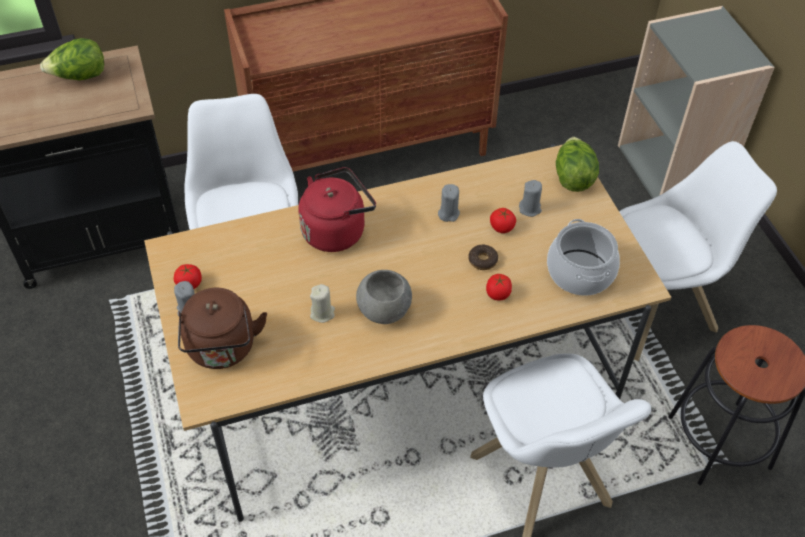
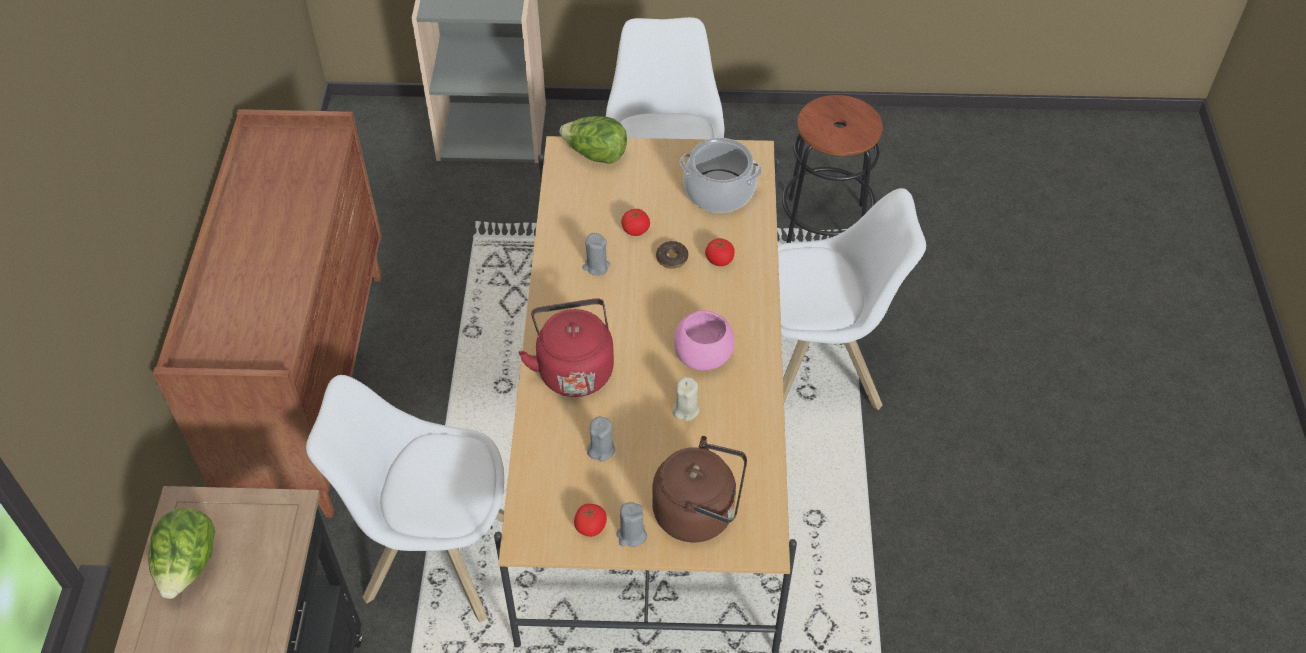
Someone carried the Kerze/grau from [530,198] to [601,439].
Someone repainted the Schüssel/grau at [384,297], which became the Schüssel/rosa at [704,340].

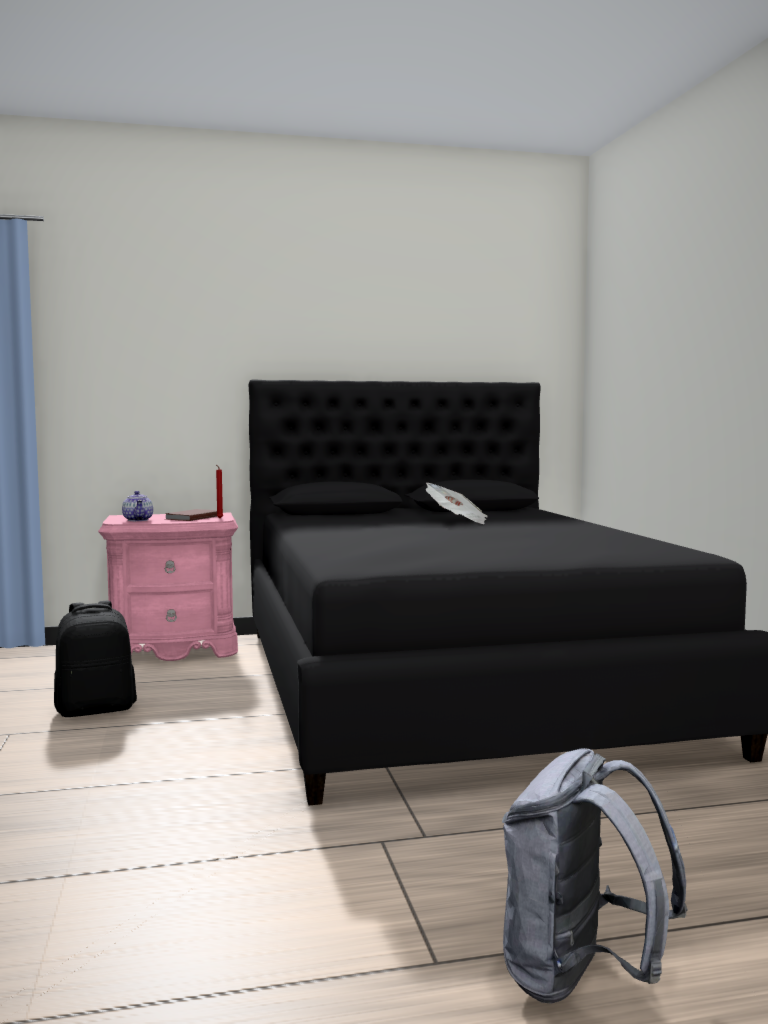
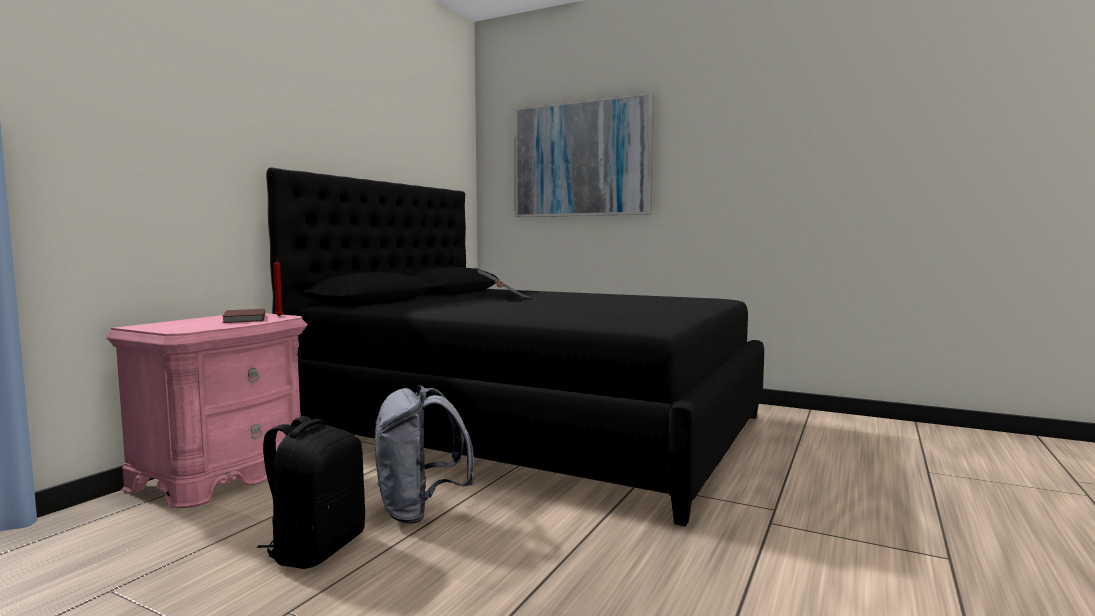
Someone carried the Rucksack/grau from [595,876] to [425,454].
Someone put up the Bild at [584,154].
Someone took away the Teekanne at [137,506].

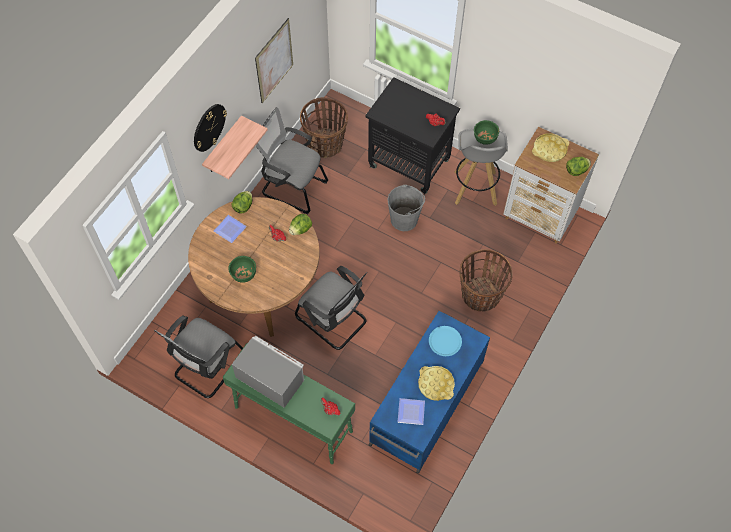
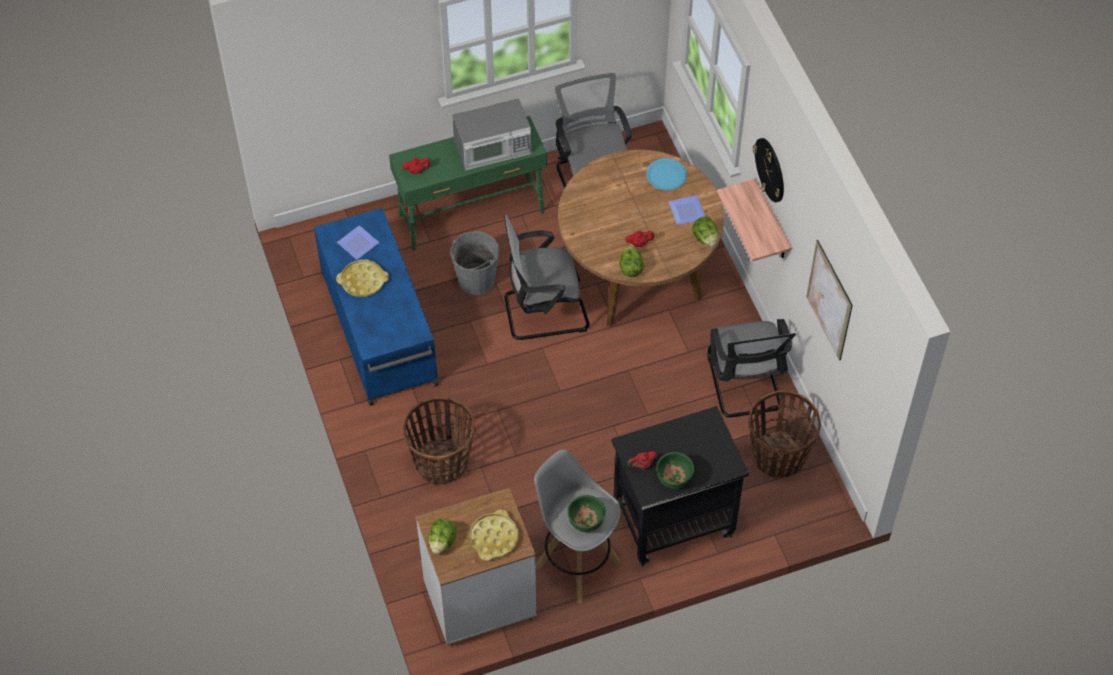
Someone carried the Eimer/grau from [406,208] to [475,263].
Someone carried the Teller/blau from [445,341] to [666,174].
Someone carried the Schüssel/grün from [242,269] to [675,470].
Someone rotated the Stuhl at [292,161] by 105 degrees clockwise.

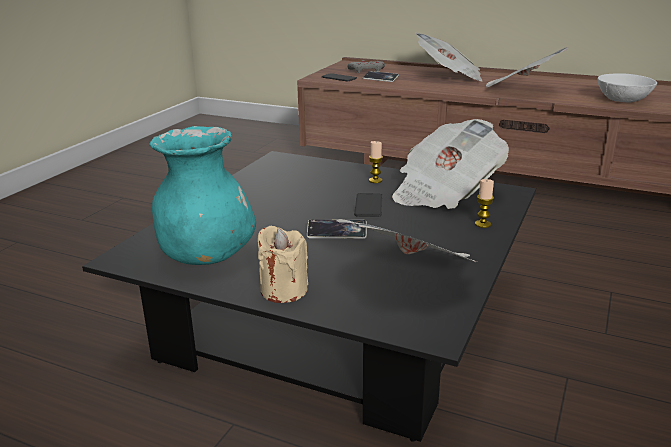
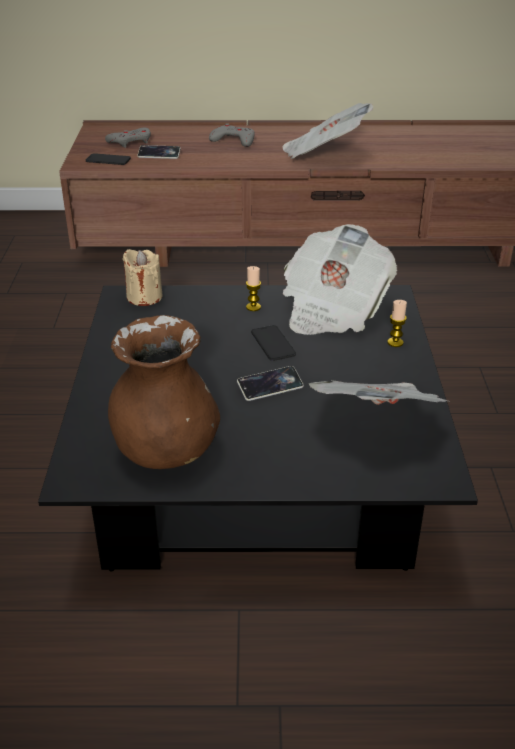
Someone repainted the Vase/türkis at [202,195], which became the Vase/braun at [164,392].
Someone carried the Kerze/beige from [283,264] to [142,277].
Someone swapped the Zeitung at [449,57] for the Gamepad/grau at [232,135].
Someone took away the Schüssel/weiß at [627,87].

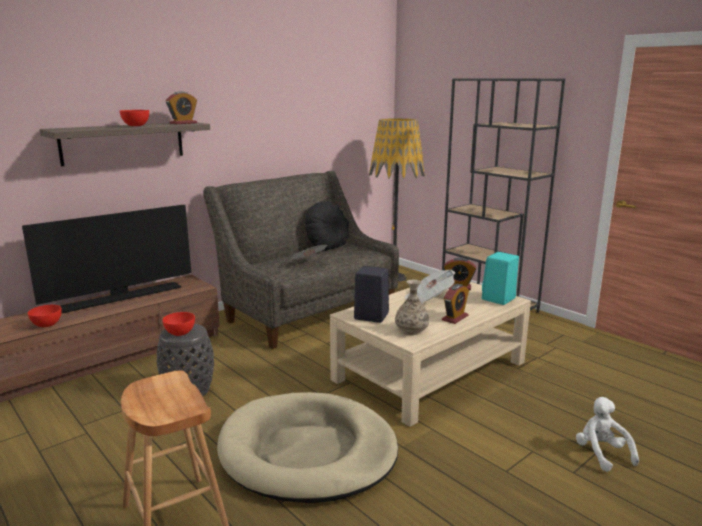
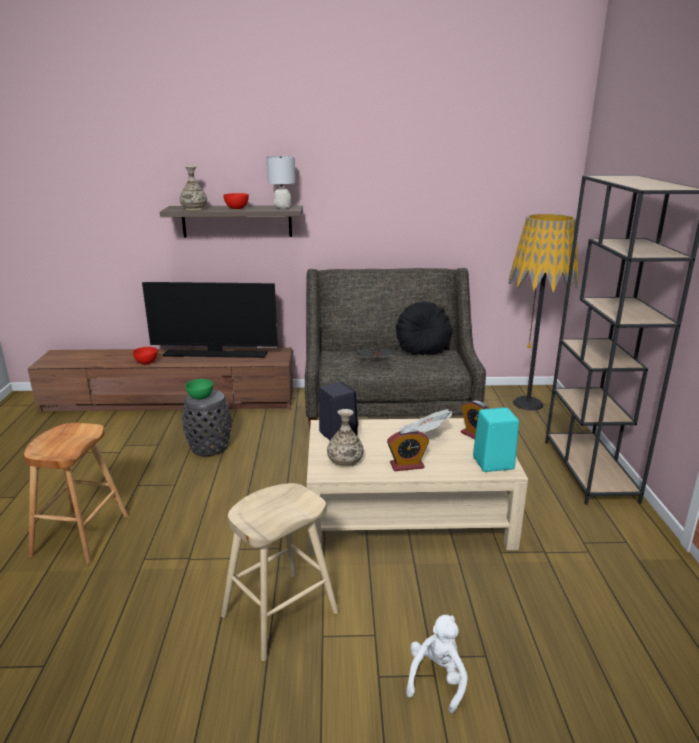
Someone put down the Vase at [193,188].
Someone repainted the Schüssel/rot at [178,324], which became the Schüssel/grün at [199,389].
Someone put down the Hocker/beige at [280,572].
Someone swapped the Wecker at [181,107] for the Tischlampe/grau at [281,182].
Someone took away the Hundebett/beige at [307,447].

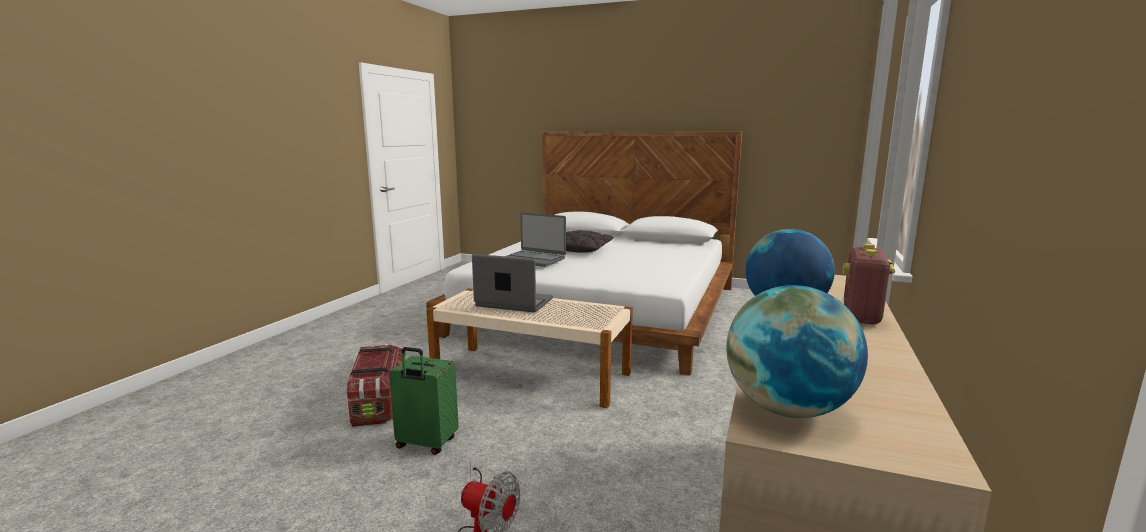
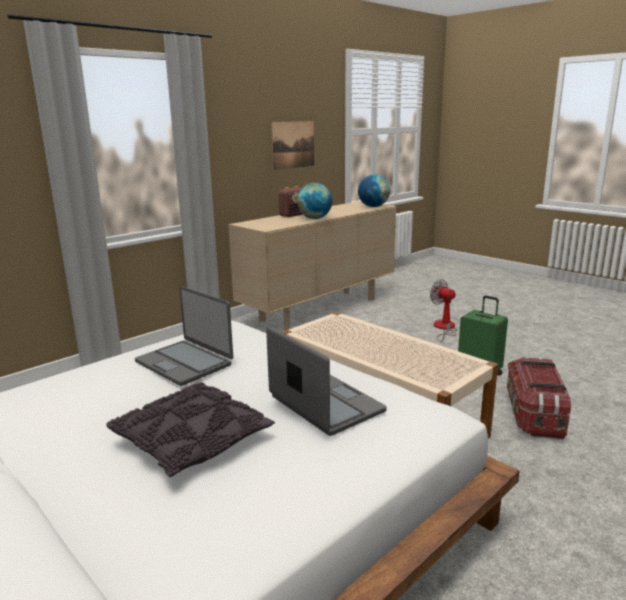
Someone carried the Laptop from [512,283] to [184,336].
Someone put up the Bild at [292,145].

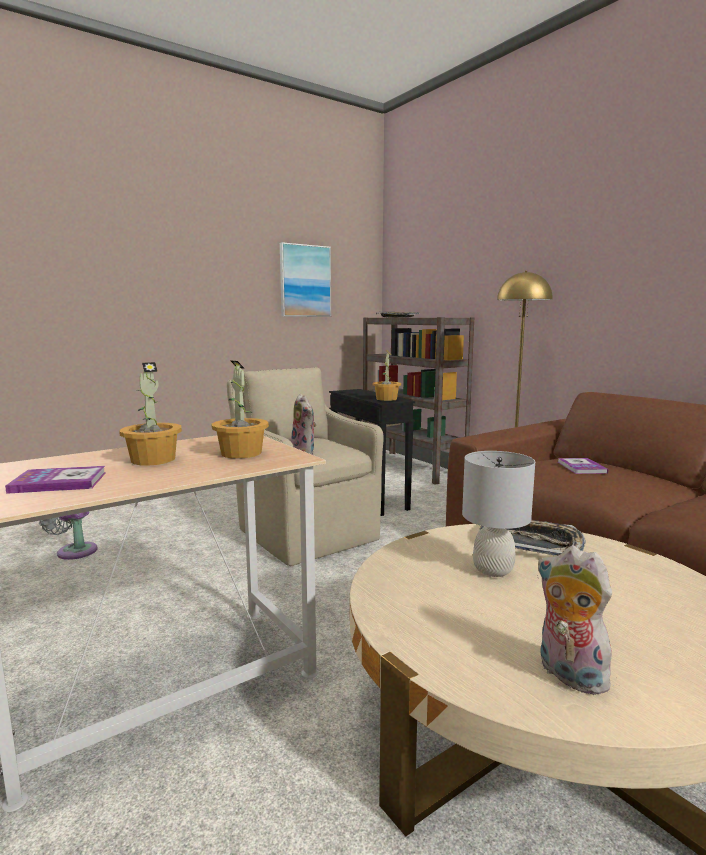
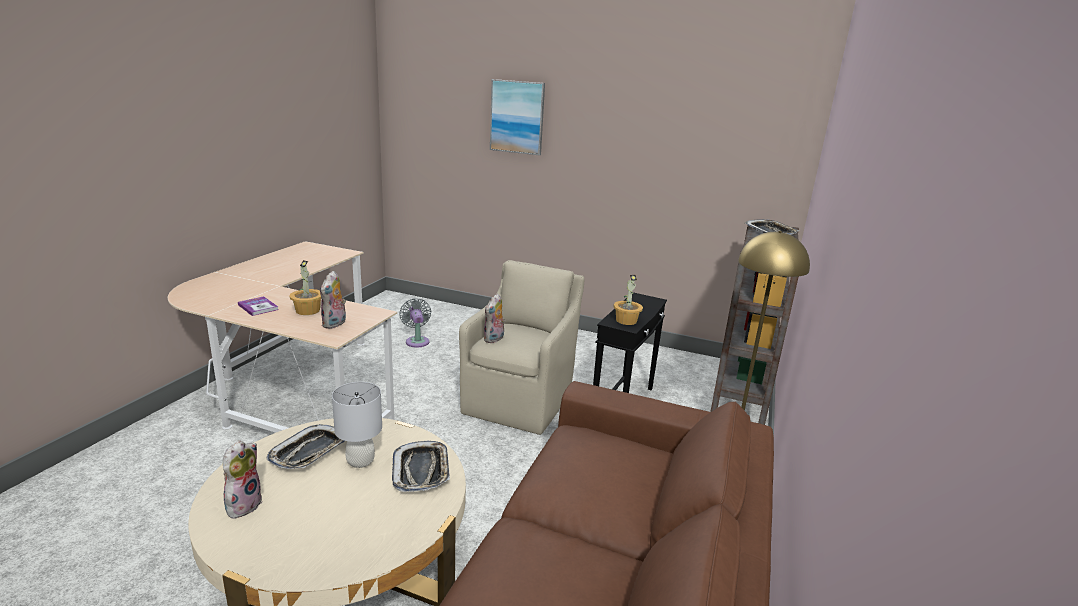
Someone put down the Tablett at [305,446].
Someone swapped the Topfpflanze at [240,409] for the Plüschtier at [333,300].
Someone carried the Bild from [305,279] to [517,117].
Someone took away the Buch at [583,466].

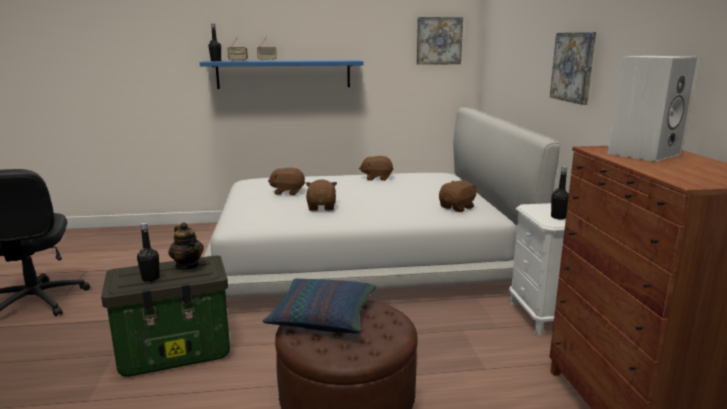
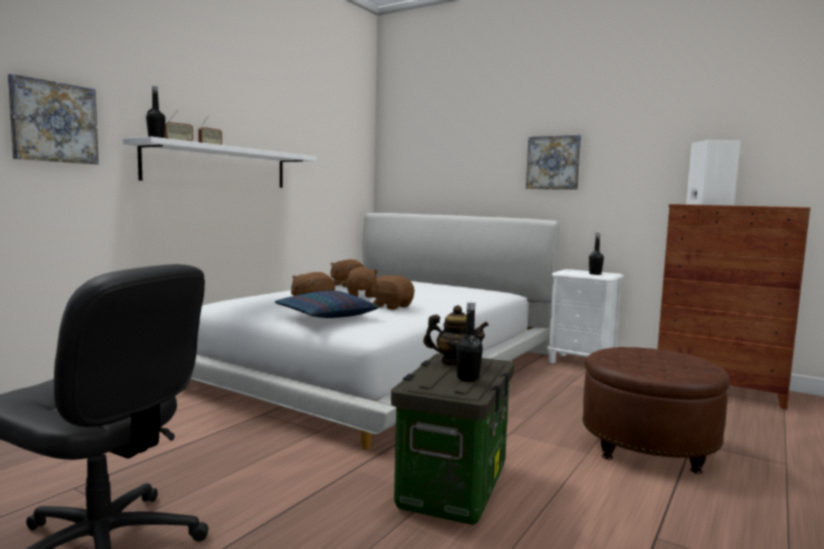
Someone carried the Bild from [439,41] to [53,119].
Someone repainted the Wandregal/blau at [281,74], which became the Wandregal/weiß at [220,162].
Someone carried the Kissen/blau from [319,306] to [327,304].
Someone carried the Plüschtier/braun from [458,196] to [362,282].

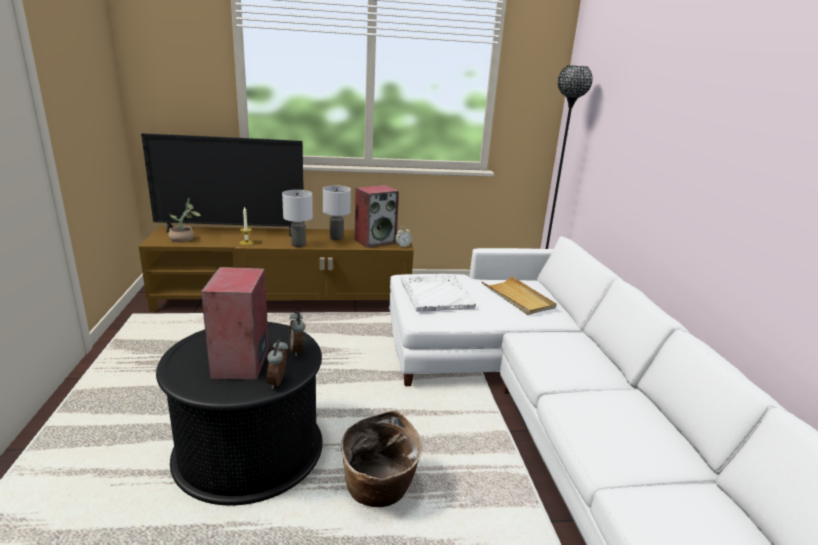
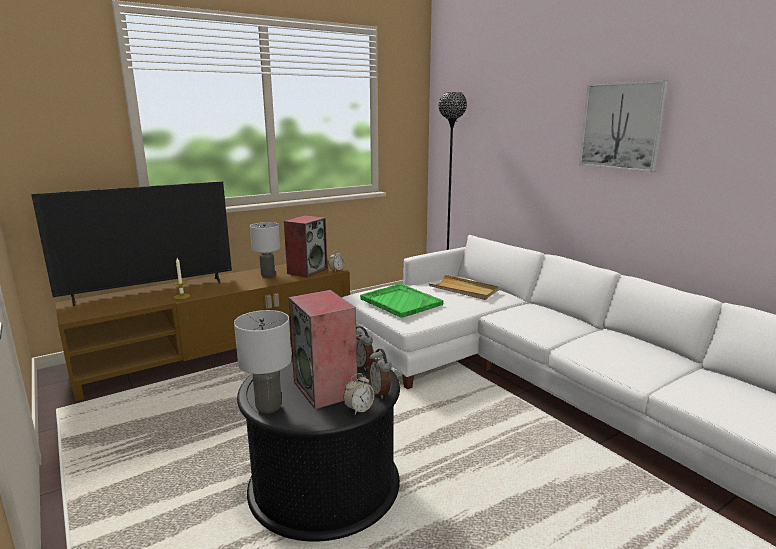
Someone carried the Tischlampe/weiß from [297,218] to [263,361].
Someone put down the Wecker at [359,393].
Someone repainted the Tablett/weiß at [438,293], which became the Tablett/grün at [401,301].
Someone put up the Bild at [624,126].
Someone took away the Topfpflanze at [185,220].
Someone took away the Korb at [381,459].

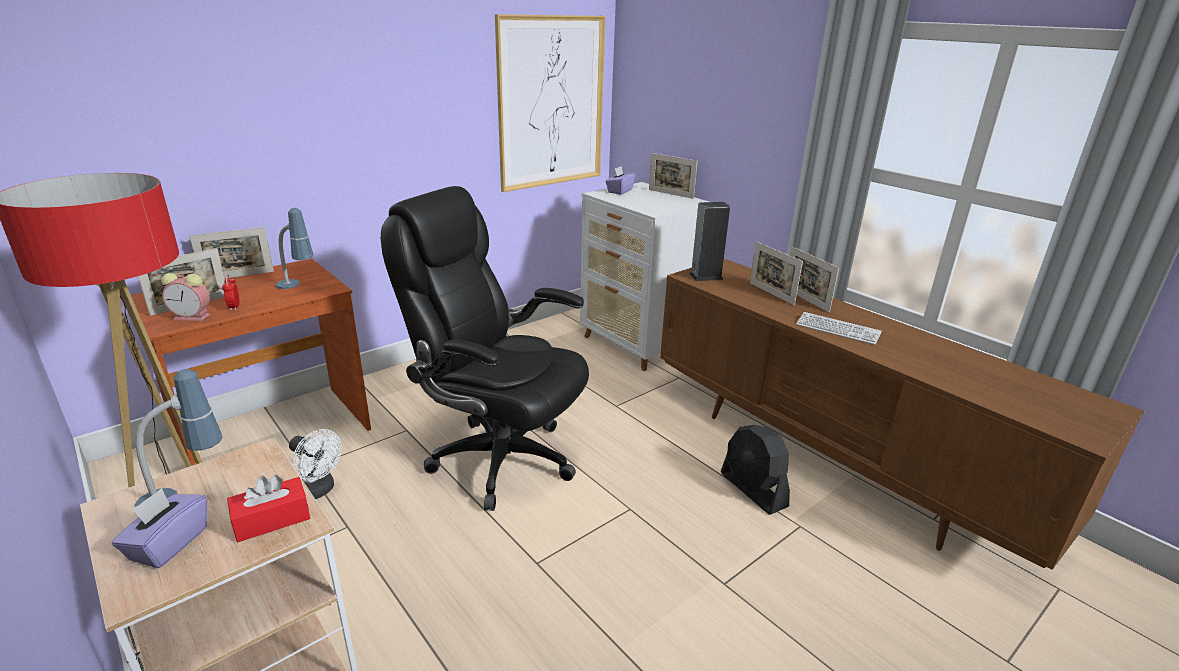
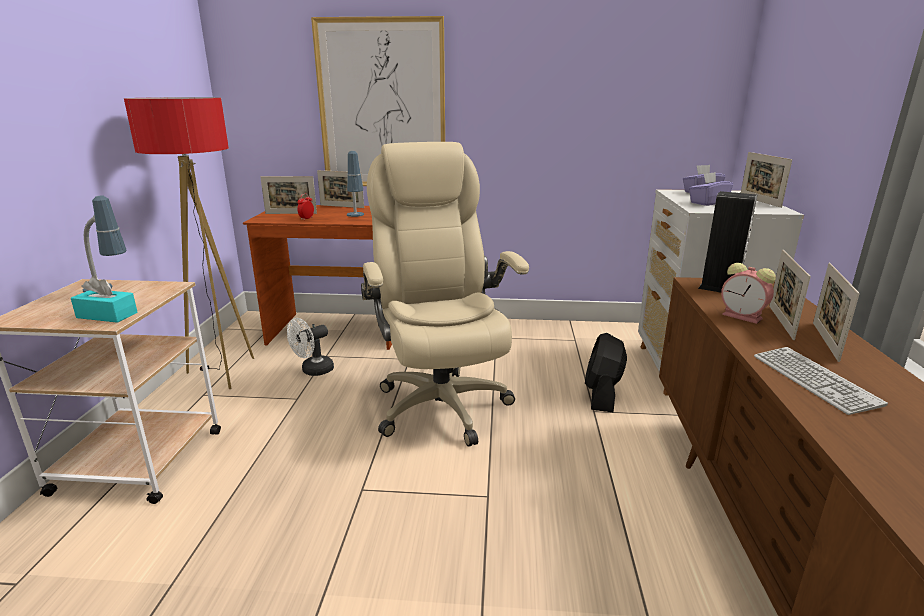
Someone repainted the Taschentuchbox/rot at [268,508], which became the Taschentuchbox/türkis at [104,299].
Someone rotated the Ventilator/weiß at [315,464] by 60 degrees clockwise.
Someone carried the Bild from [550,103] to [378,101].
Someone repainted the Bürostuhl/schwarz at [485,348], which became the Bürostuhl/beige at [445,294].
Someone carried the Ventilator/schwarz from [755,470] to [606,372].
Someone carried the Taschentuchbox/lila from [159,528] to [711,189].
Someone carried the Wecker from [185,297] to [748,293].

